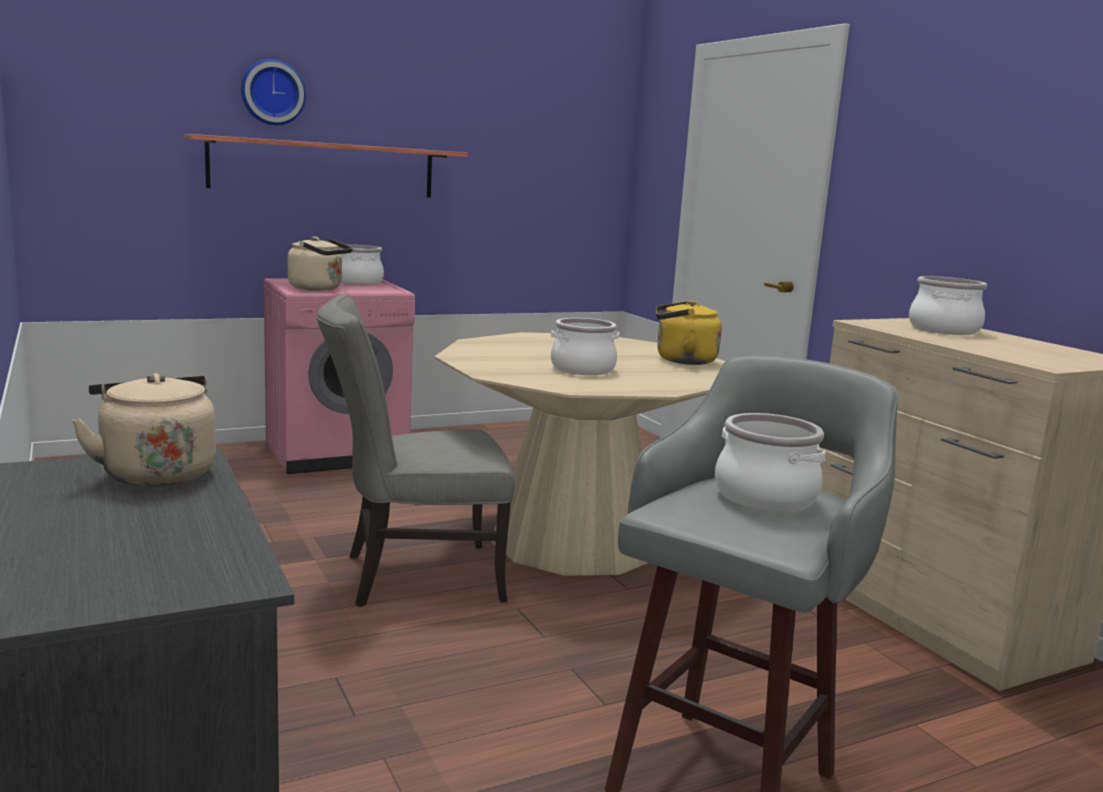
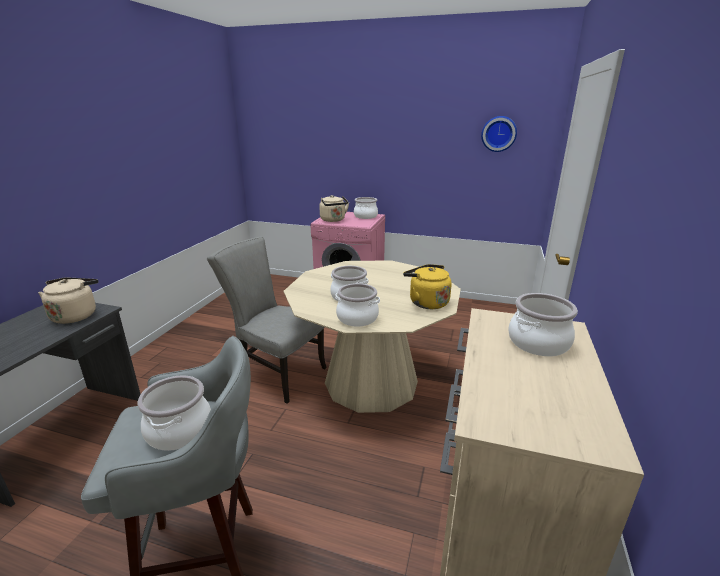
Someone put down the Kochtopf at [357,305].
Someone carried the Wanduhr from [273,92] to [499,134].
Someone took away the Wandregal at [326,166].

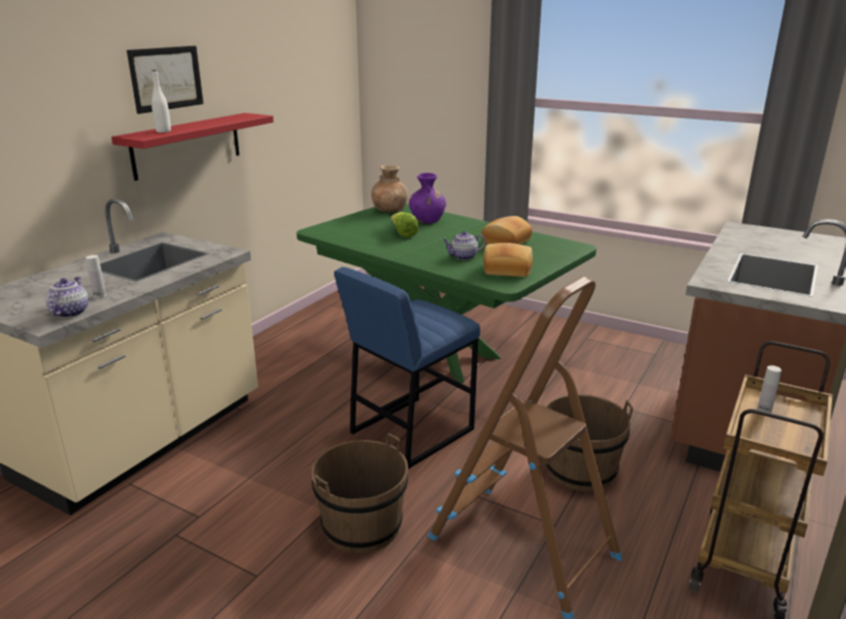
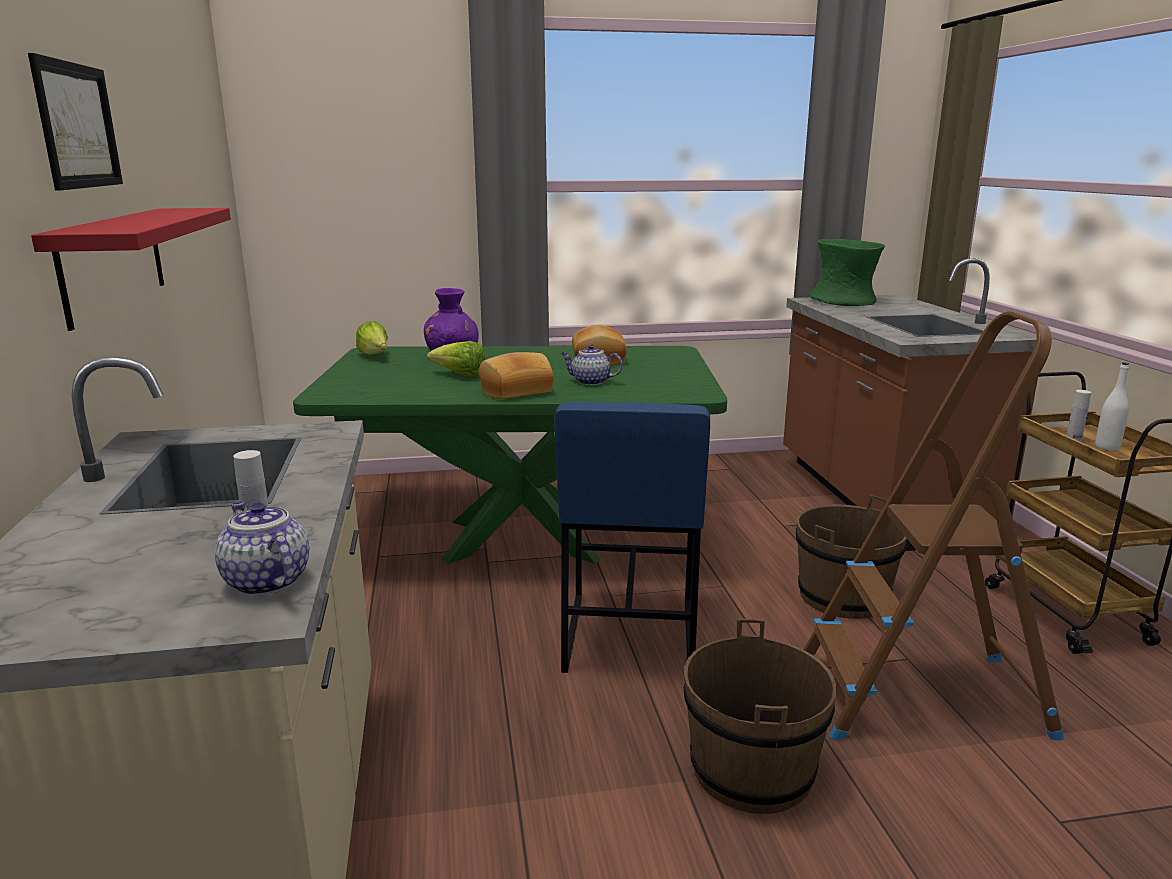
Someone swapped the Vase/braun at [389,188] for the Salatkopf at [372,338].
Someone carried the Brot from [508,260] to [516,375].
Someone rotated the Teekanne at [464,245] by 75 degrees clockwise.
Someone put down the Vase/grün at [847,272].
Someone carried the Flasche/weiß from [161,101] to [1112,406].

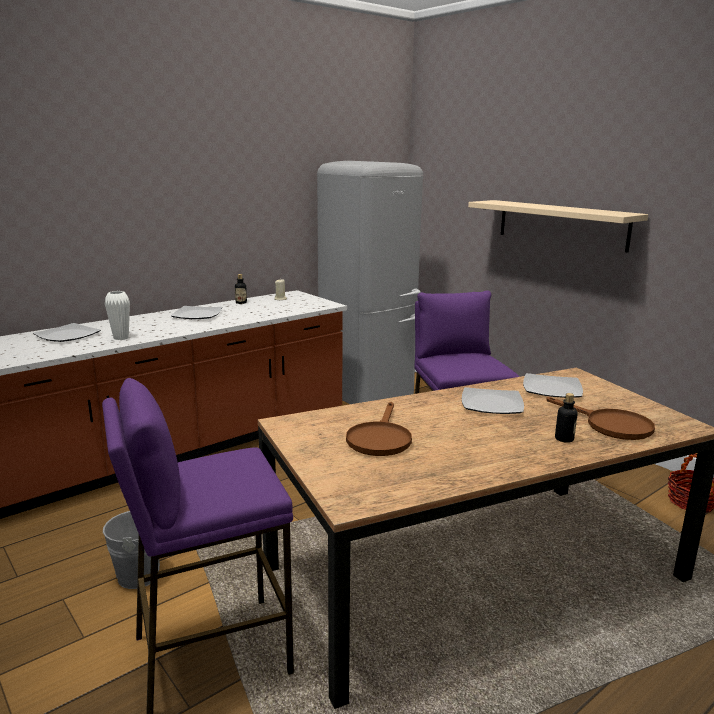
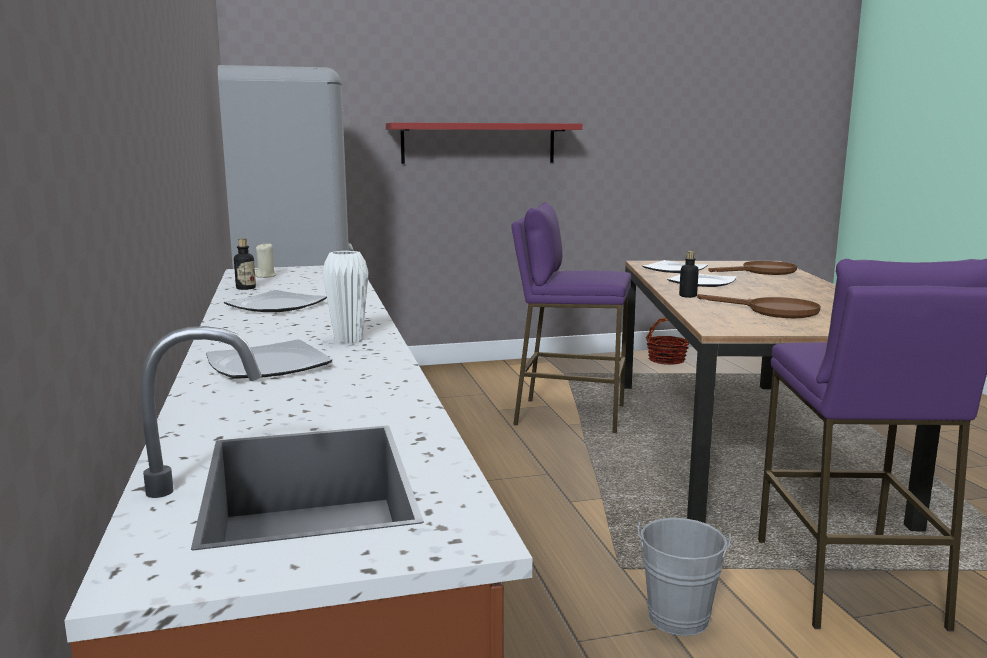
Someone repainted the Wandregal/beige at [558,226], which became the Wandregal/rot at [484,143].
Someone carried the Flasche from [566,418] to [689,274].

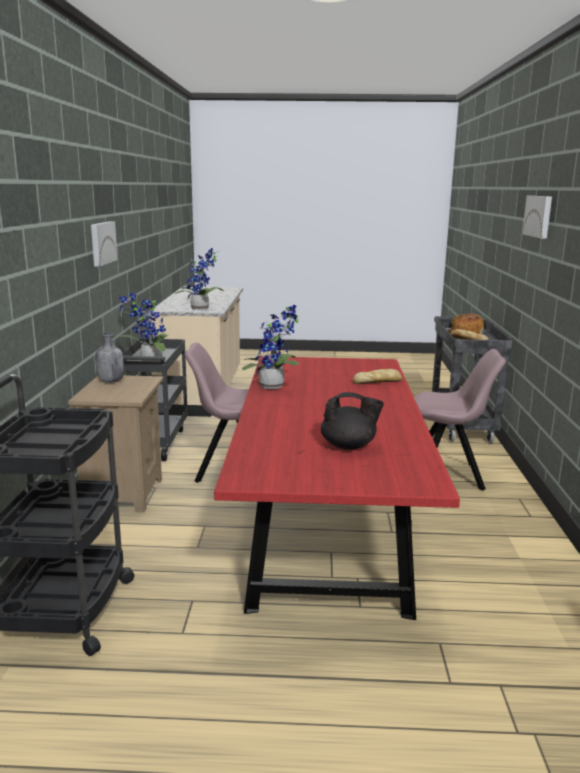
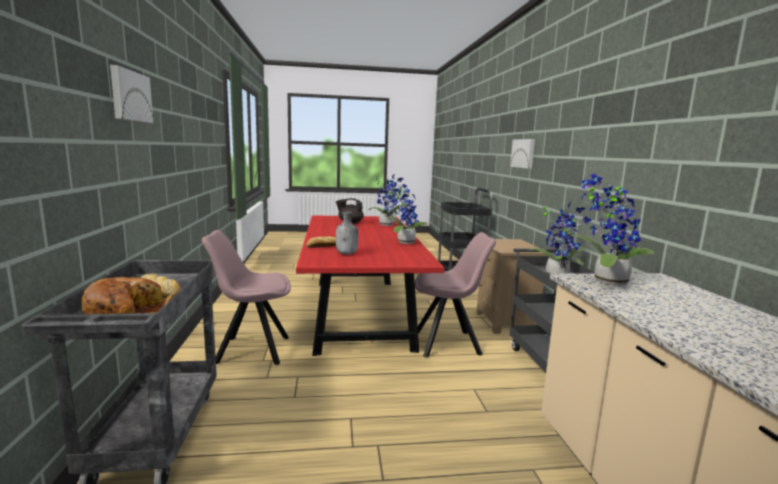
Someone carried the Flasche/grau from [110,358] to [347,233].
Someone put down the Topfpflanze at [387,200].
Someone carried the Bild from [104,244] to [522,154].

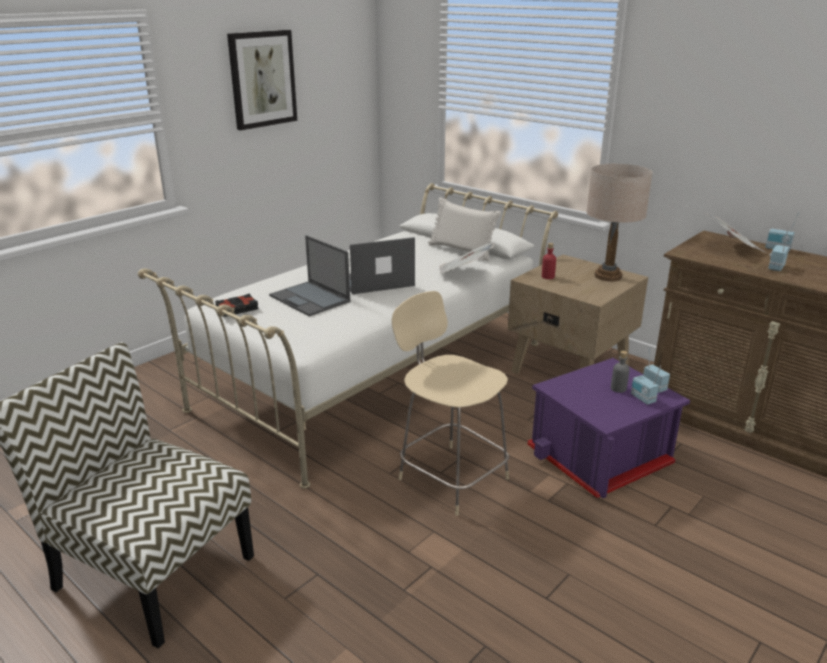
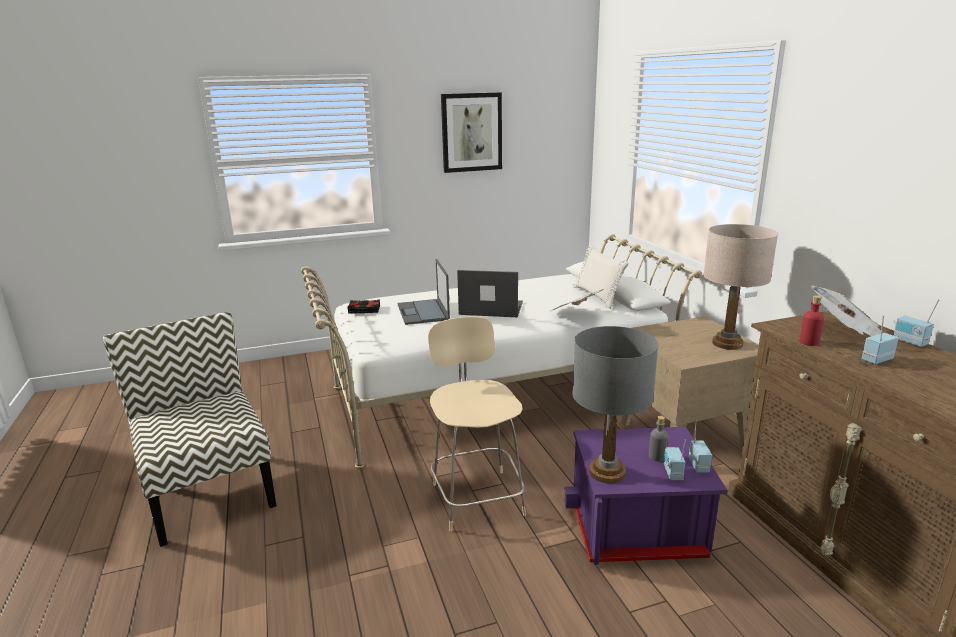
Someone put down the Tischlampe/grau at [615,405].
Someone carried the Flasche/rot from [549,261] to [811,320].

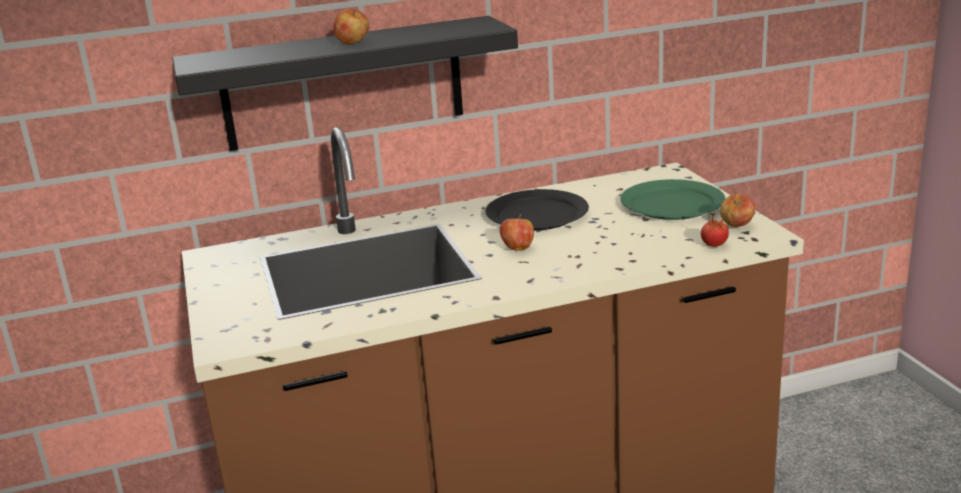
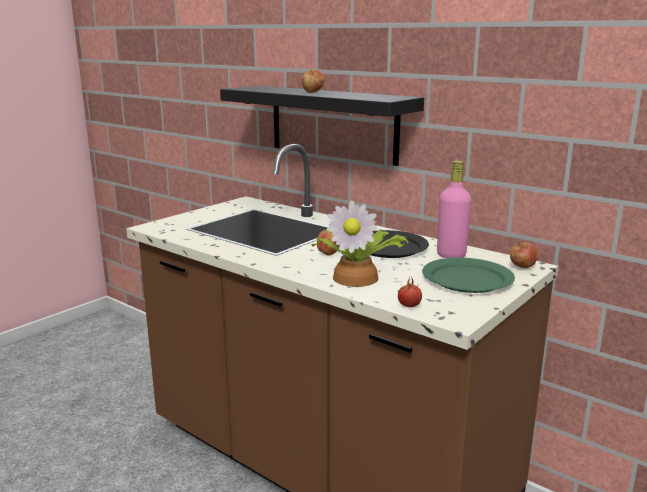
Someone put down the Topfpflanze at [359,243].
Someone put down the Flasche/rosa at [454,209].
Someone carried the Apfel from [737,210] to [524,255].

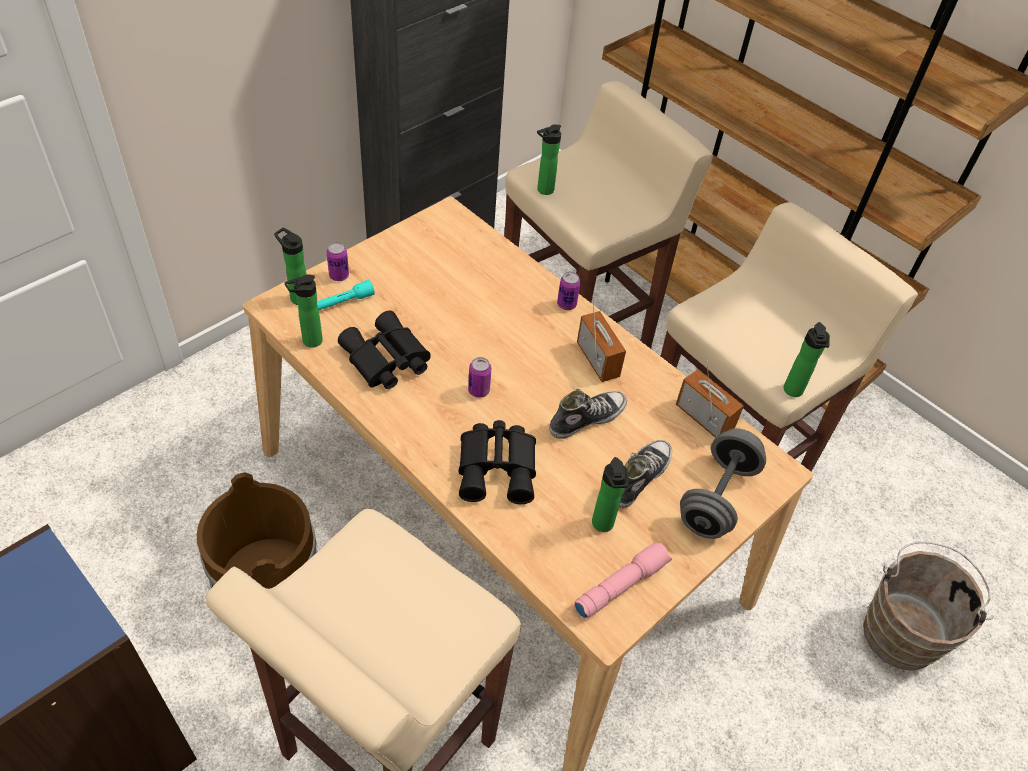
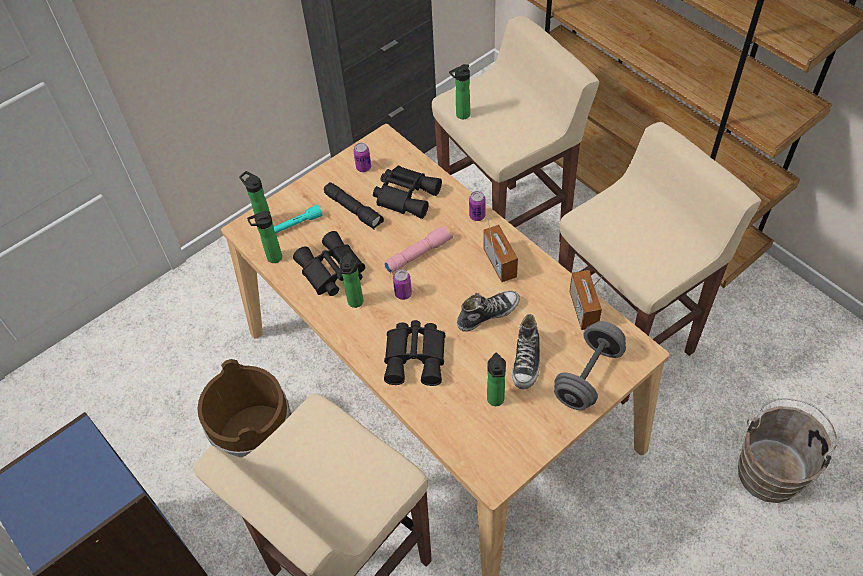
Someone put down the Taschenlampe/schwarz at [354,205].
Someone carried the Flasche from [806,359] to [352,280].
Someone carried the Dose from [338,261] to [362,157].
Someone put down the Fernglas/schwarz at [407,192].
Someone carried the Taschenlampe/rosa from [623,580] to [418,250].
Someone rotated the Schuh at [645,474] by 150 degrees clockwise.
Someone rotated the Radio at [710,398] by 150 degrees counterclockwise.

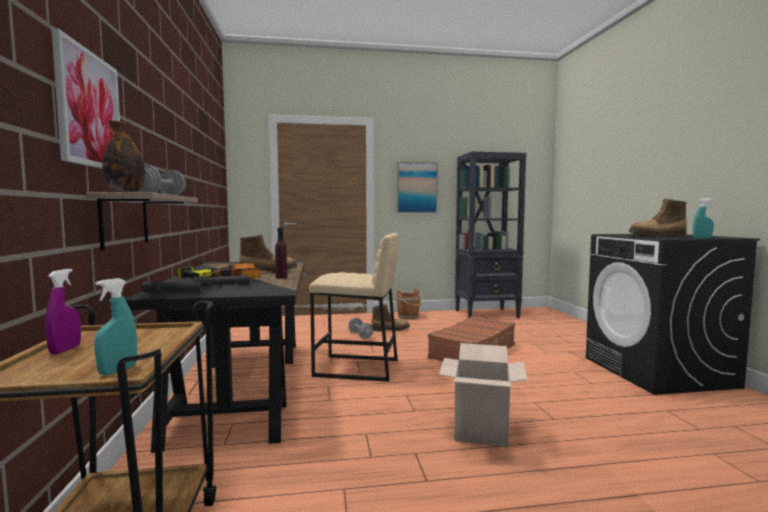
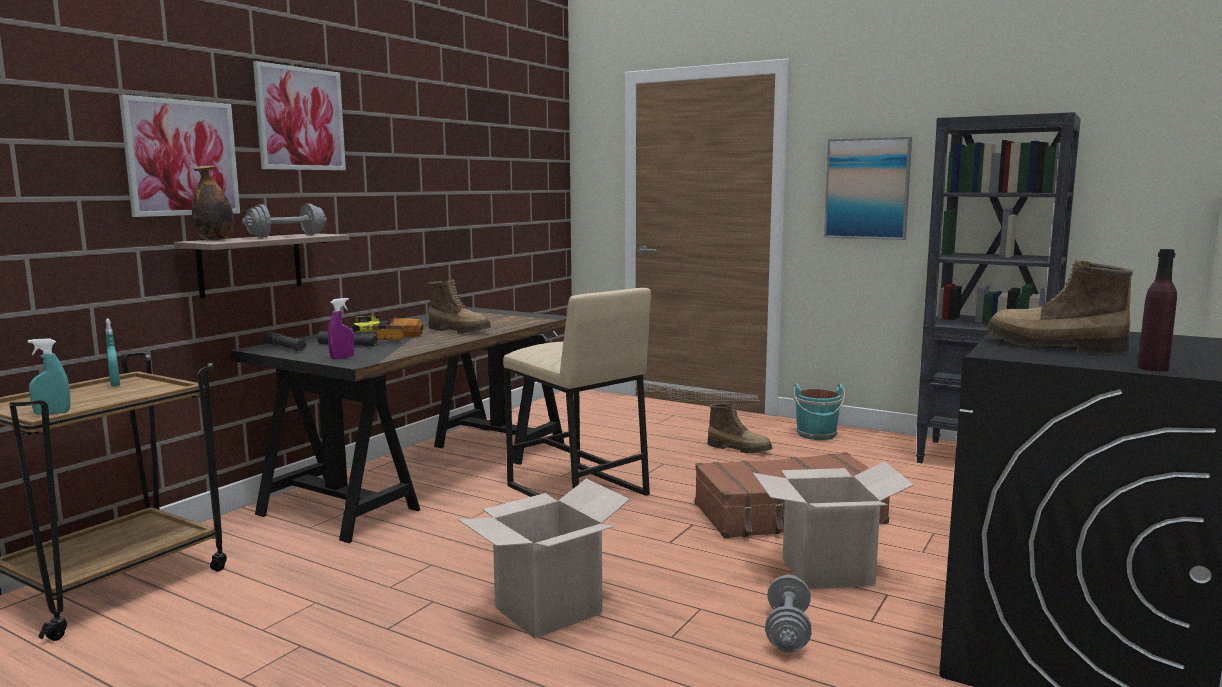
Someone carried the Sprühflasche/türkis from [703,218] to [113,353].
Someone put up the Bild at [299,115].
Someone carried the Sprühflasche/lila from [63,311] to [341,329].
Someone put down the Karton at [833,525].
Someone carried the Hantel/grau from [360,328] to [788,614].
Someone repainted the Eimer/braun at [409,304], which became the Eimer/türkis at [819,412].
Someone carried the Flasche/lila from [281,253] to [1157,310].

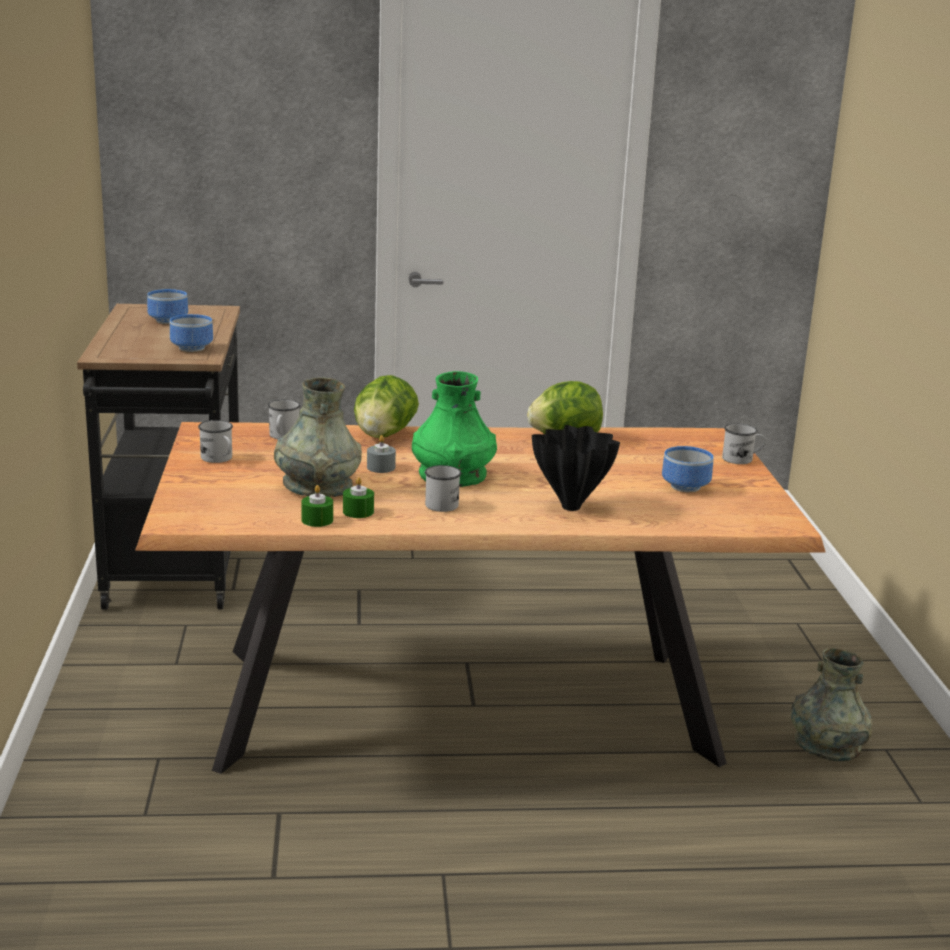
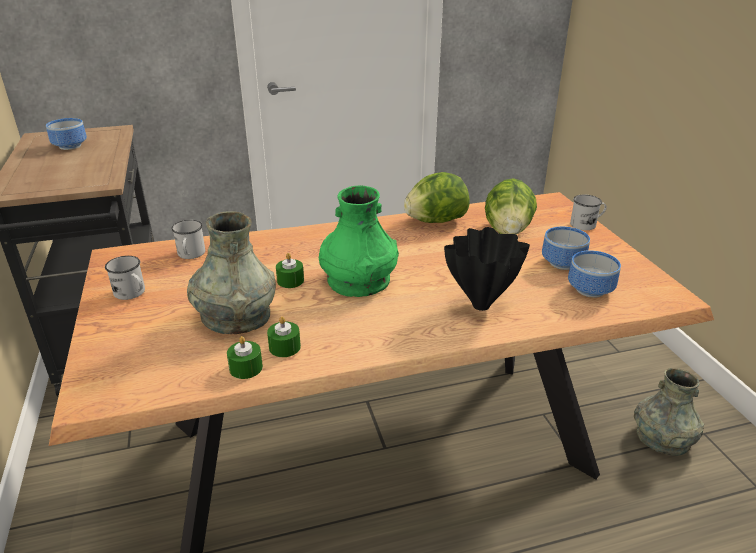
Someone repainted the Kerze/grau at [381,454], which became the Kerze/grün at [290,270].
Someone carried the Salatkopf from [386,406] to [511,206].
Someone carried the Schüssel from [191,333] to [594,274].
Someone took away the Henkelbecher/weiß at [443,488].

